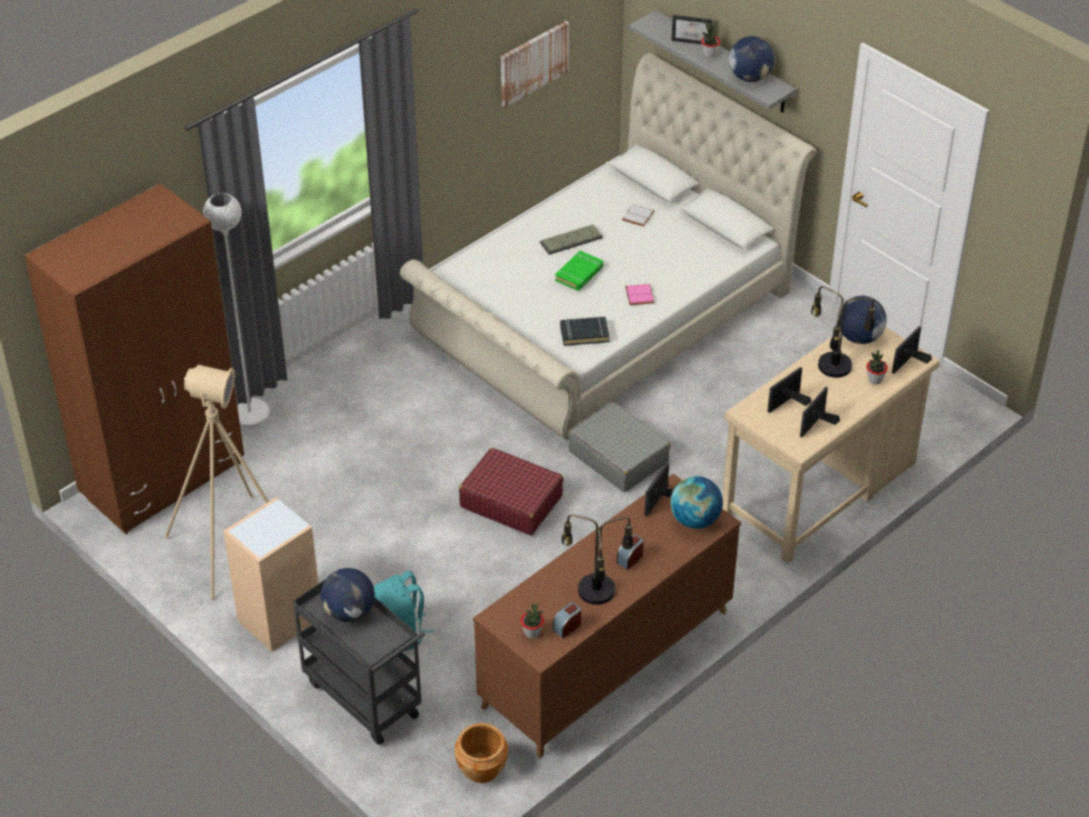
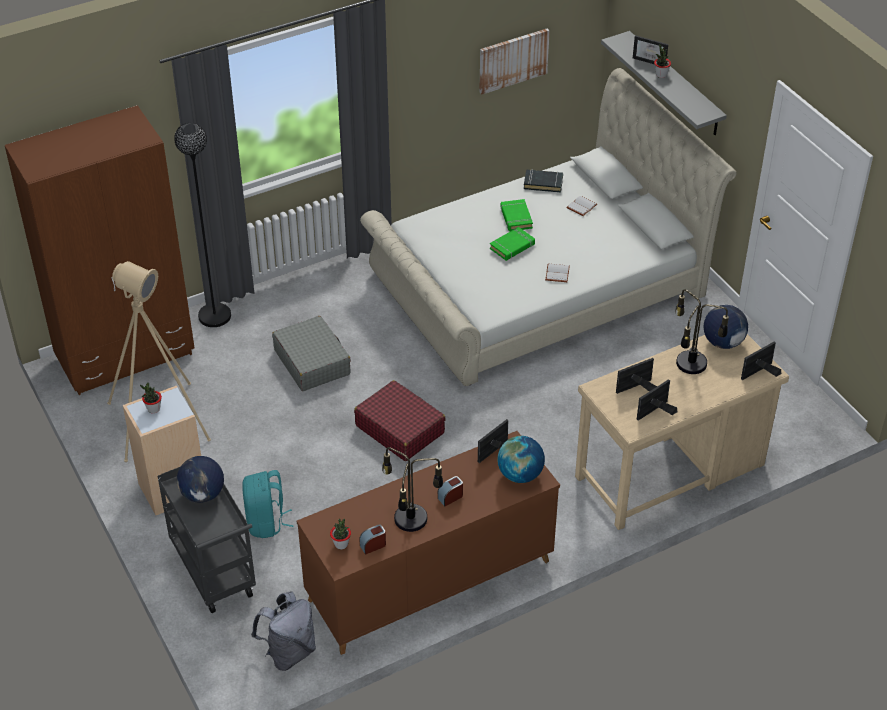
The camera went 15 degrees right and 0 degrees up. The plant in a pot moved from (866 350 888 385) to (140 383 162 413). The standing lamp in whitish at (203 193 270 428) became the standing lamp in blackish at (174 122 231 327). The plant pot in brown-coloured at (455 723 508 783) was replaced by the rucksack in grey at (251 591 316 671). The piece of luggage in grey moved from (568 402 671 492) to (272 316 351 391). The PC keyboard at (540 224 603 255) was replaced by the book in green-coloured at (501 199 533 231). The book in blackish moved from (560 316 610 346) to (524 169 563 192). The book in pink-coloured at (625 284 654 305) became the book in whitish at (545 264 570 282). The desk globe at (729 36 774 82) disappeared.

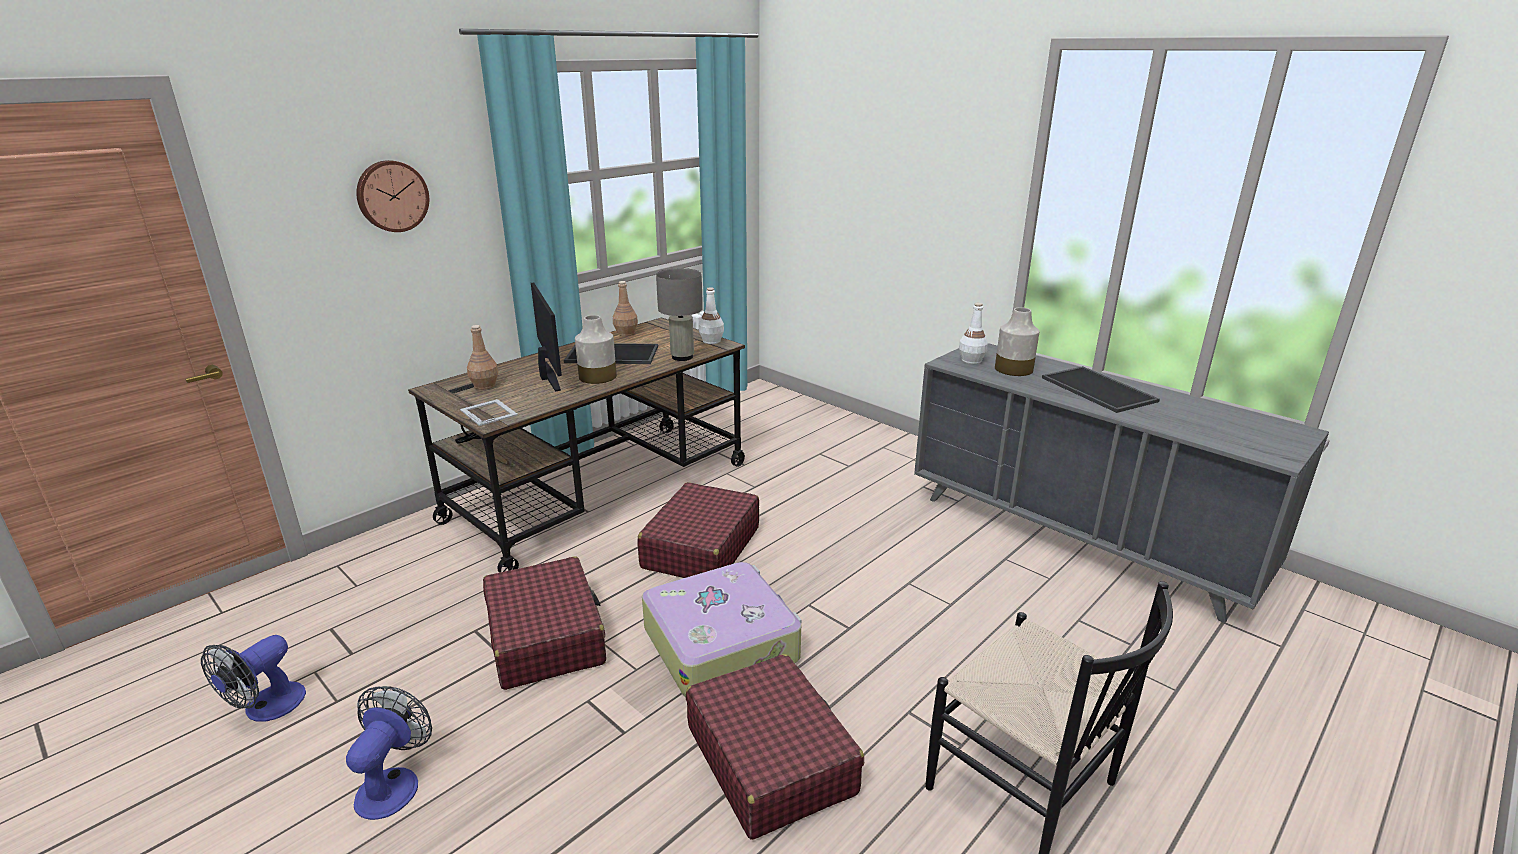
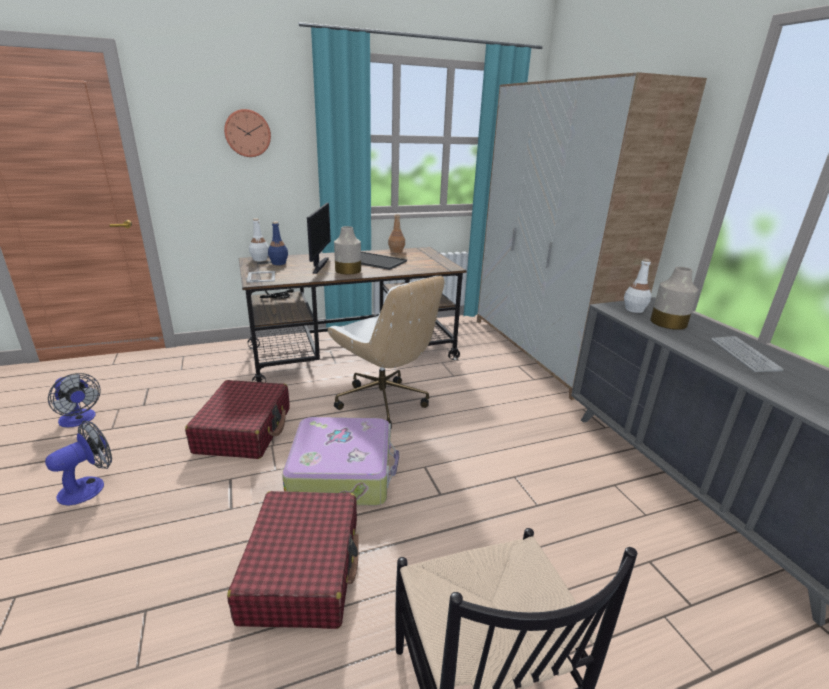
The camera went 25 degrees right and 0 degrees up. The cooling fan at (201 635 306 722) turned 105 degrees counterclockwise. The drink bottle in whitish moved from (699 287 724 344) to (249 218 269 261). The drink bottle in brown-coloured at (467 325 498 390) became the drink bottle in blue-coloured at (268 221 288 265). The piece of luggage in red-coloured at (637 482 759 578) was replaced by the desk chair in whitish at (328 276 444 429). The wardrobe in whitish at (477 72 707 400) appeared. The tray at (1042 366 1160 413) was replaced by the PC keyboard at (711 336 784 372). The table lamp in grey at (656 268 703 361) disappeared.

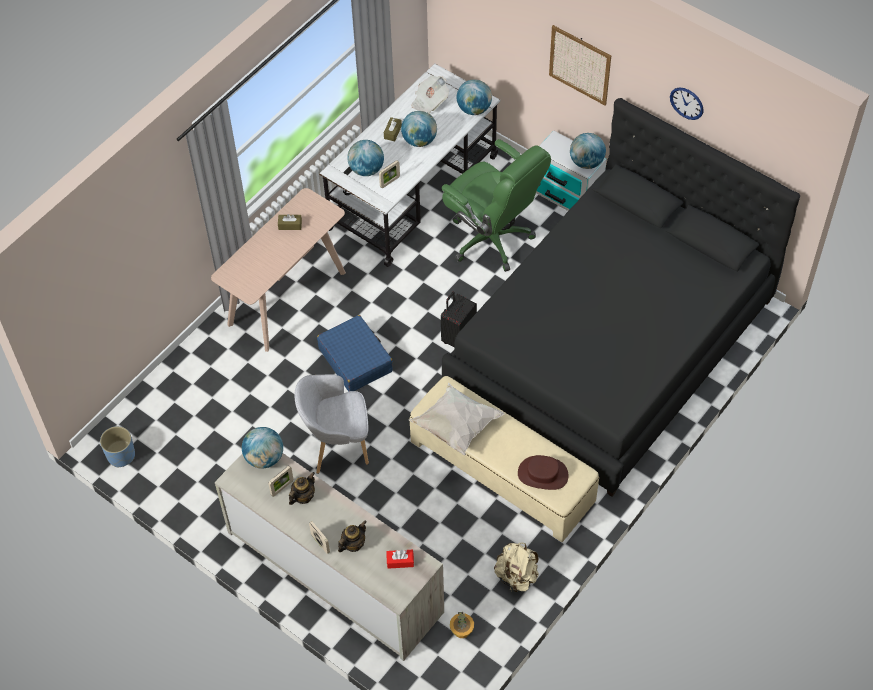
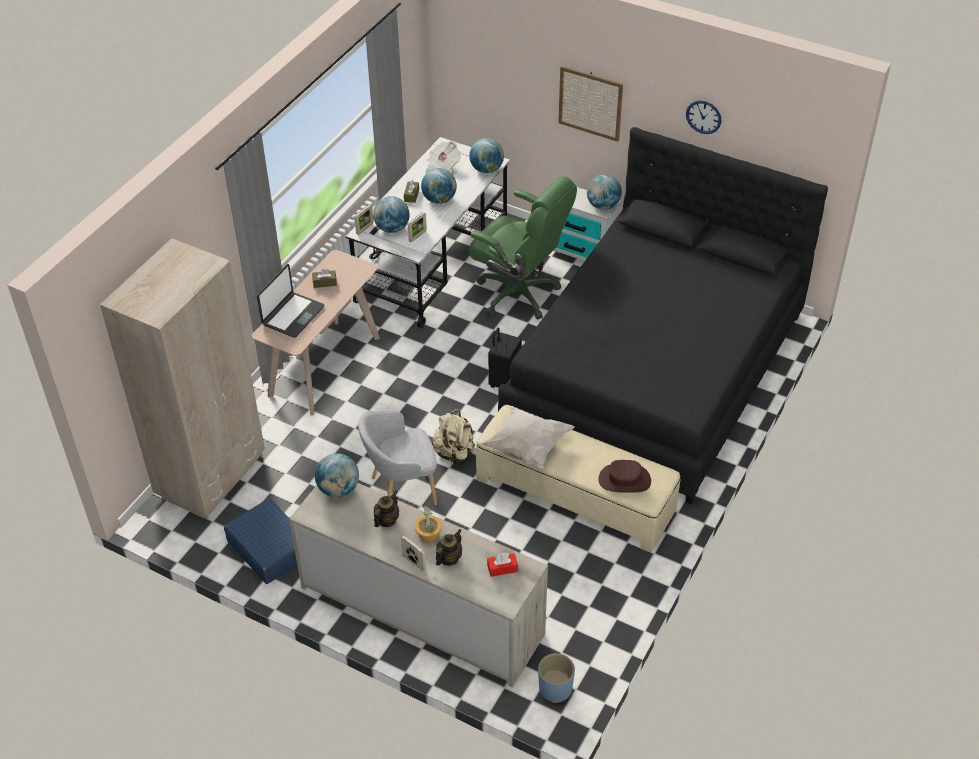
The camera went 10 degrees left and 10 degrees down. The wardrobe in beige at (100 239 265 520) appeared. The piece of luggage in blue-coloured moved from (317 315 393 392) to (224 498 297 584). The notebook computer at (257 264 324 338) appeared. The photo frame moved from (268 466 294 497) to (355 204 374 235). The plant in a pot moved from (450 612 474 638) to (415 506 442 542). The rucksack in beige moved from (494 542 539 593) to (432 409 475 465). The plant pot in blue-coloured moved from (100 426 135 467) to (538 653 575 703).

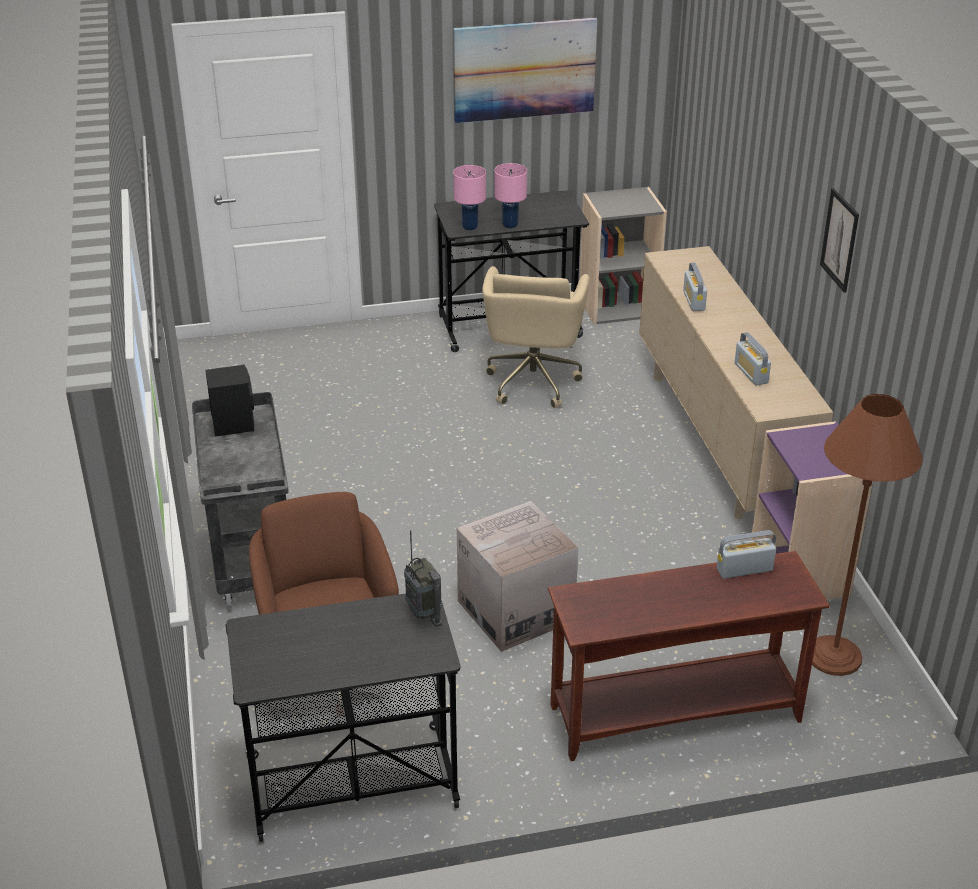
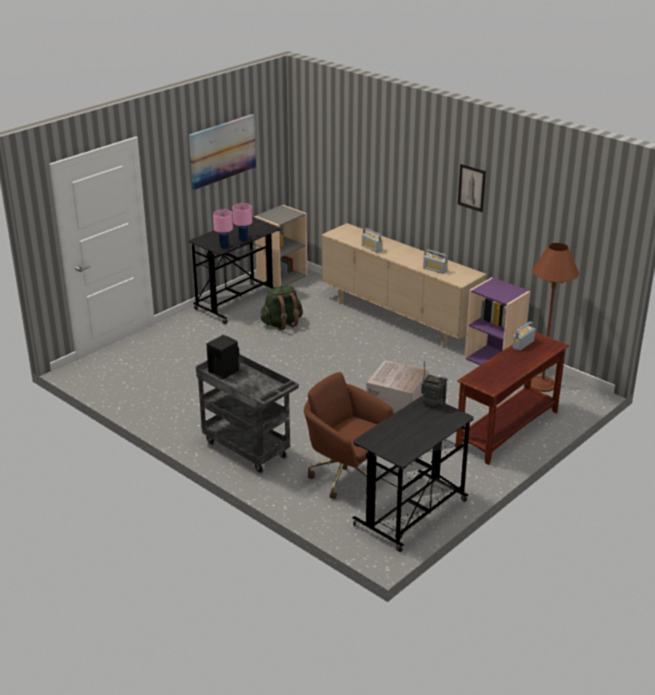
The camera went 35 degrees left and 5 degrees down. The desk chair in beige at (482 266 590 408) was replaced by the rucksack in green-coloured at (261 285 303 330).

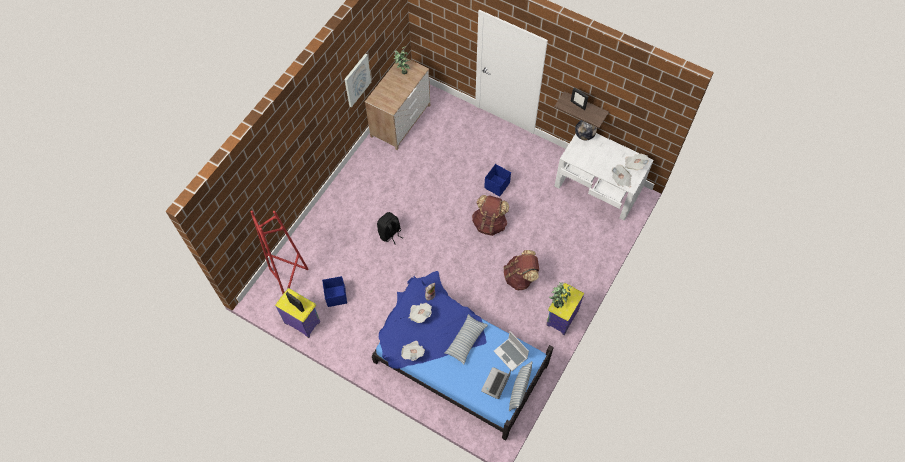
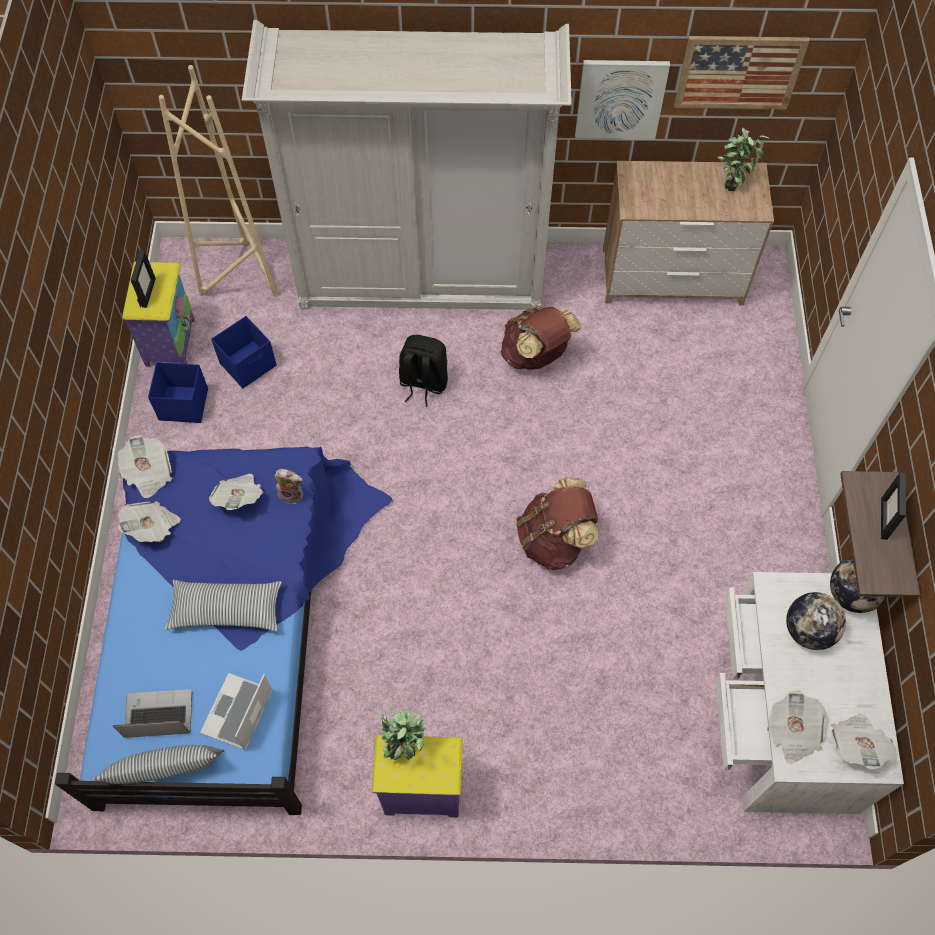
The camera went 60 degrees right and 0 degrees up. The daily paper at (118 435 172 498) appeared. The storage container in blue-coloured moved from (484 164 511 197) to (148 362 208 423). The garment rack in red-coloured at (251 210 308 294) became the garment rack in beige at (159 65 278 297). The wardrobe in whitish at (242 20 572 310) appeared. The rucksack in brown-coloured moved from (504 250 539 290) to (501 306 582 370). The wall art at (674 36 810 110) appeared. The desk globe at (786 592 846 650) appeared.

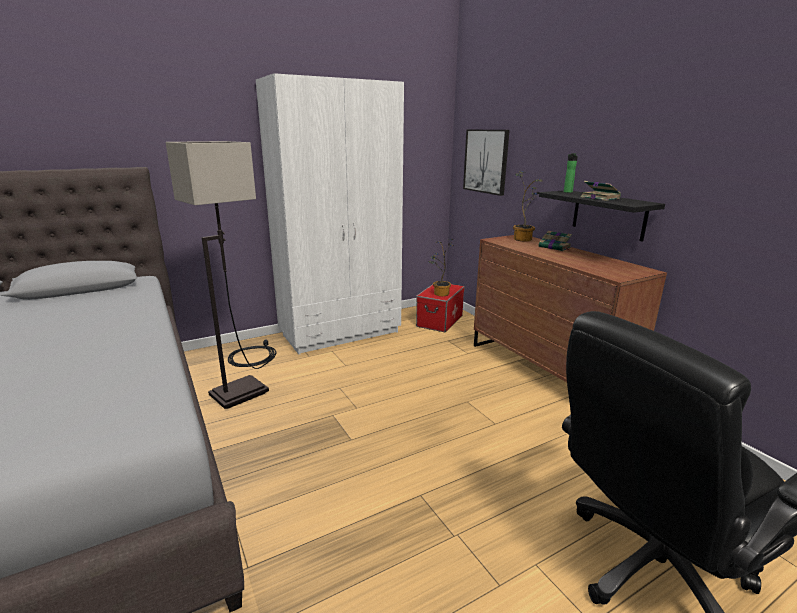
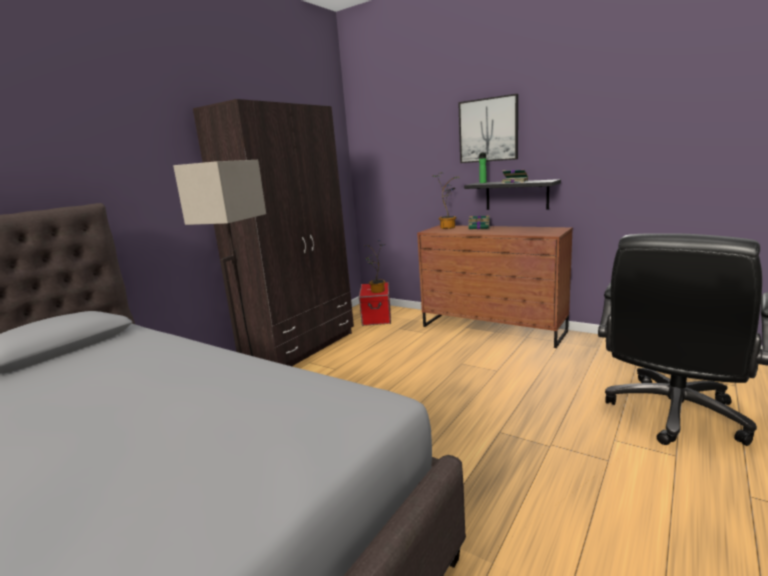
The camera went 25 degrees left and 5 degrees down. The wardrobe in whitish at (256 73 404 354) became the wardrobe in brown-coloured at (193 99 354 366). The wall art moved from (463 129 510 196) to (458 94 518 163).

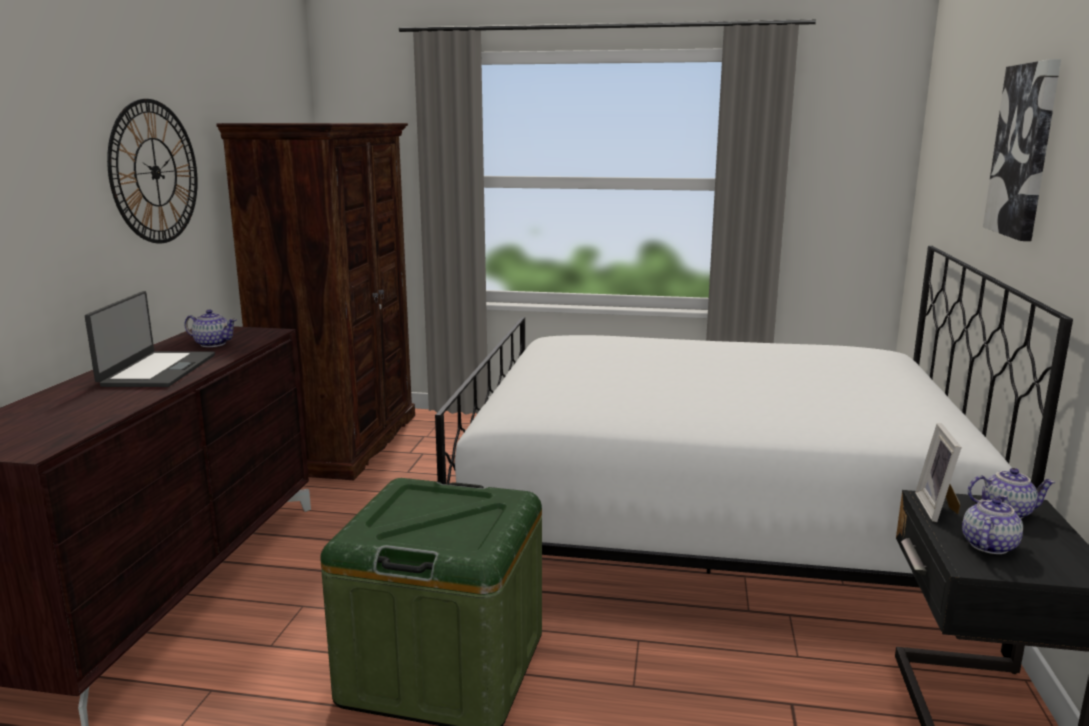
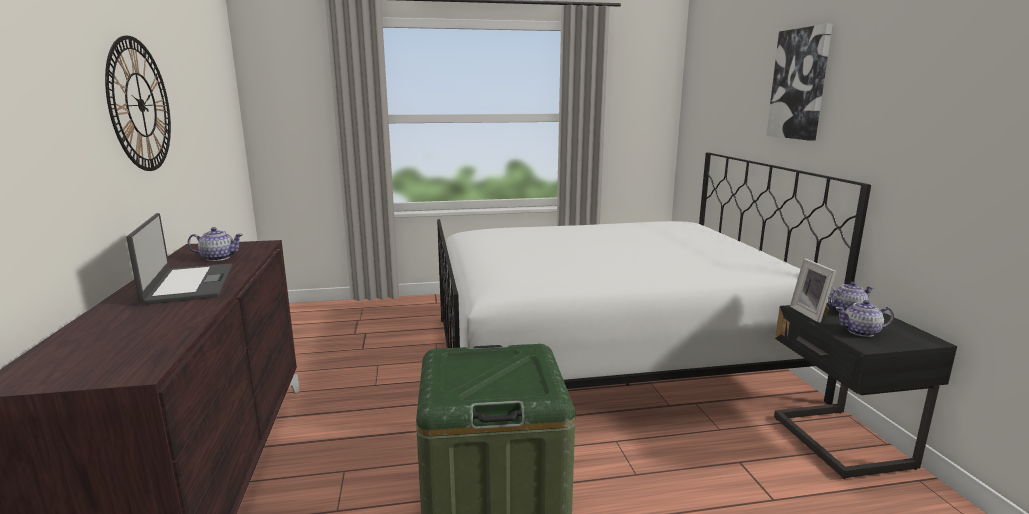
The camera went 20 degrees left and 0 degrees up. The pot for tea at (962 495 1023 554) turned 105 degrees counterclockwise. The wardrobe in brown-coloured at (216 123 415 480) disappeared.

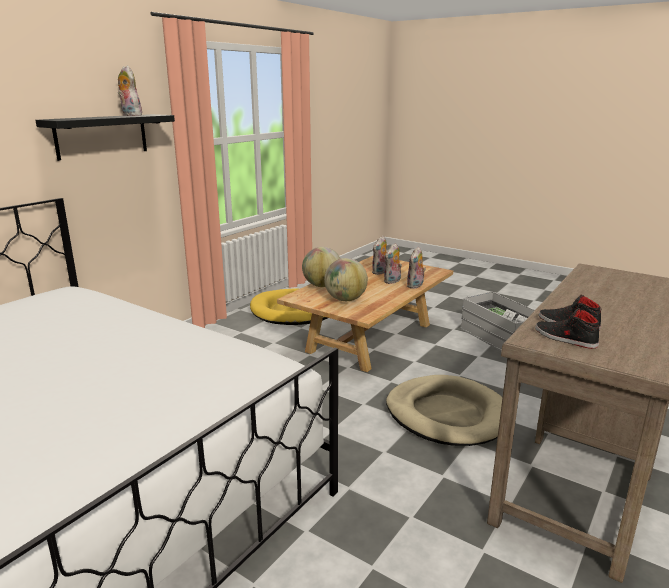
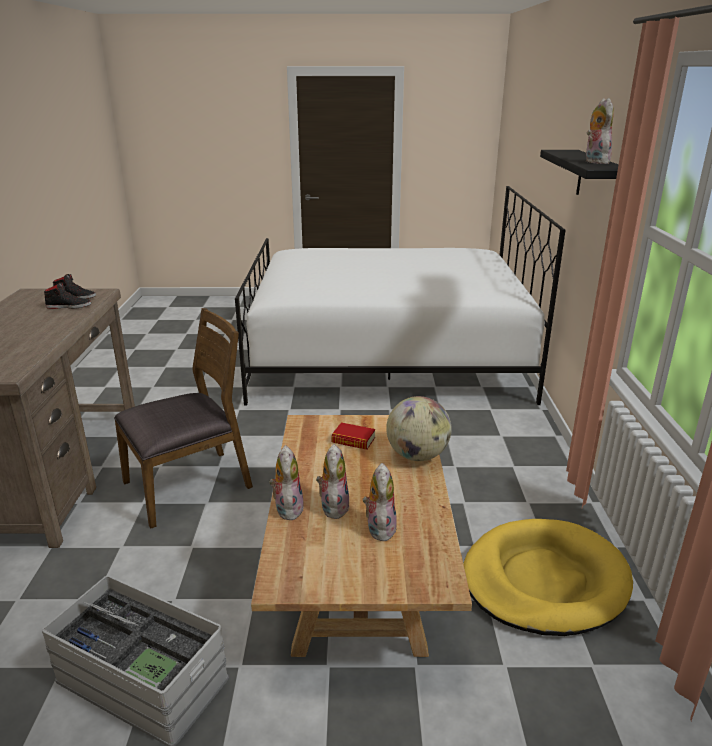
The camera went 145 degrees right and 5 degrees up. The dog cushion in beige at (386 375 503 446) was replaced by the upright chair in brown-coloured at (114 308 253 529). The desk globe at (324 258 368 301) was replaced by the book at (331 422 375 450). The cuddly toy at (118 66 142 116) turned 105 degrees counterclockwise.

